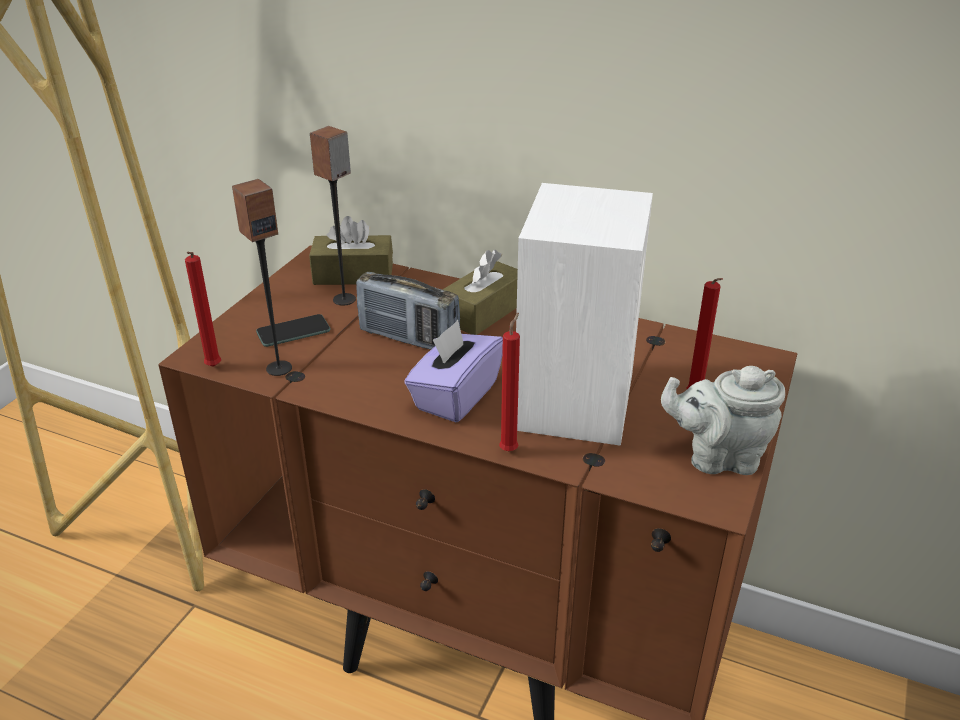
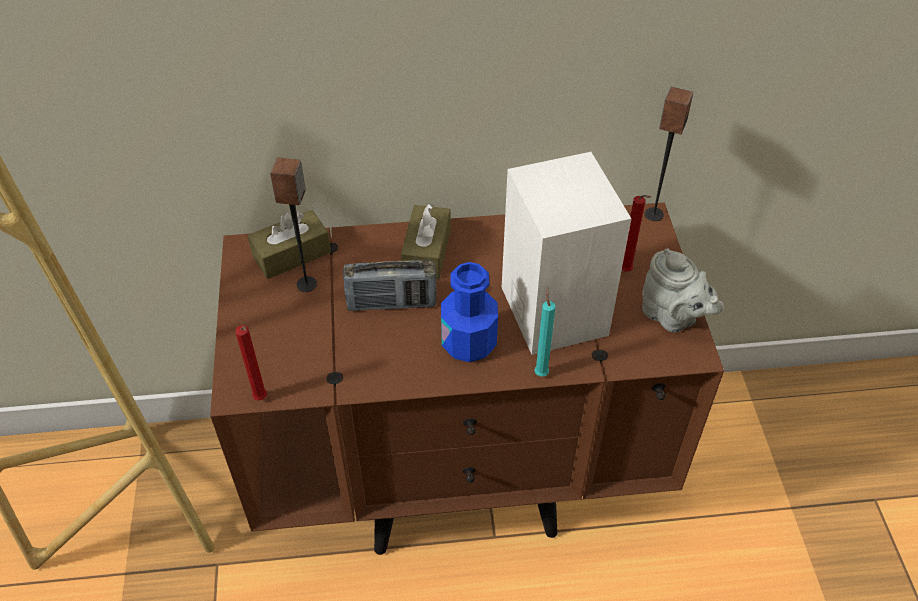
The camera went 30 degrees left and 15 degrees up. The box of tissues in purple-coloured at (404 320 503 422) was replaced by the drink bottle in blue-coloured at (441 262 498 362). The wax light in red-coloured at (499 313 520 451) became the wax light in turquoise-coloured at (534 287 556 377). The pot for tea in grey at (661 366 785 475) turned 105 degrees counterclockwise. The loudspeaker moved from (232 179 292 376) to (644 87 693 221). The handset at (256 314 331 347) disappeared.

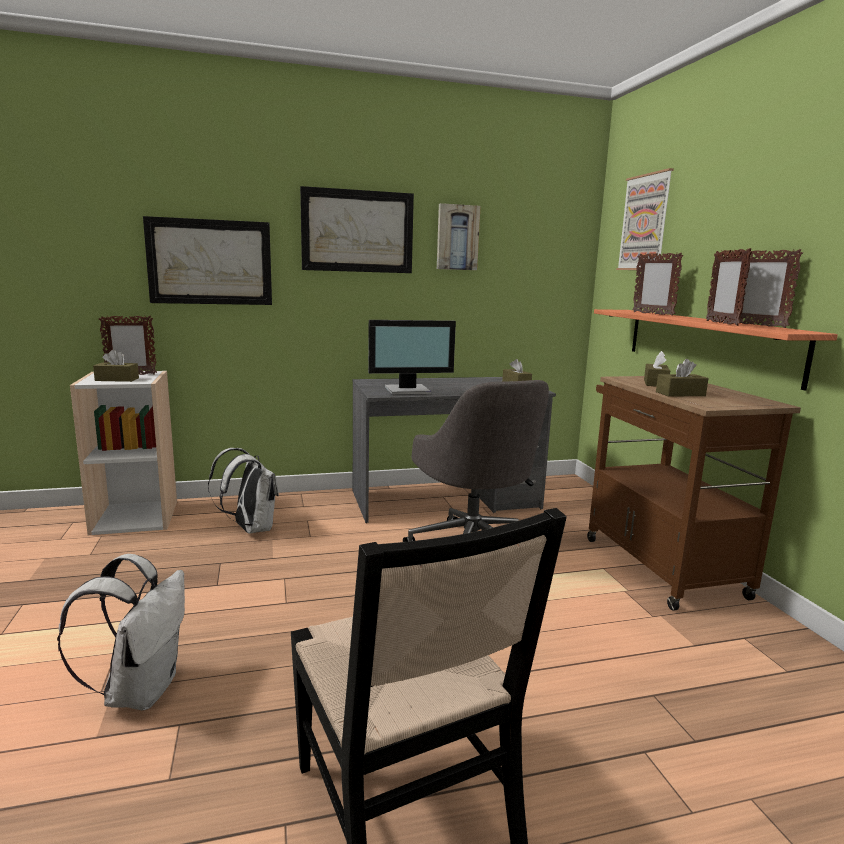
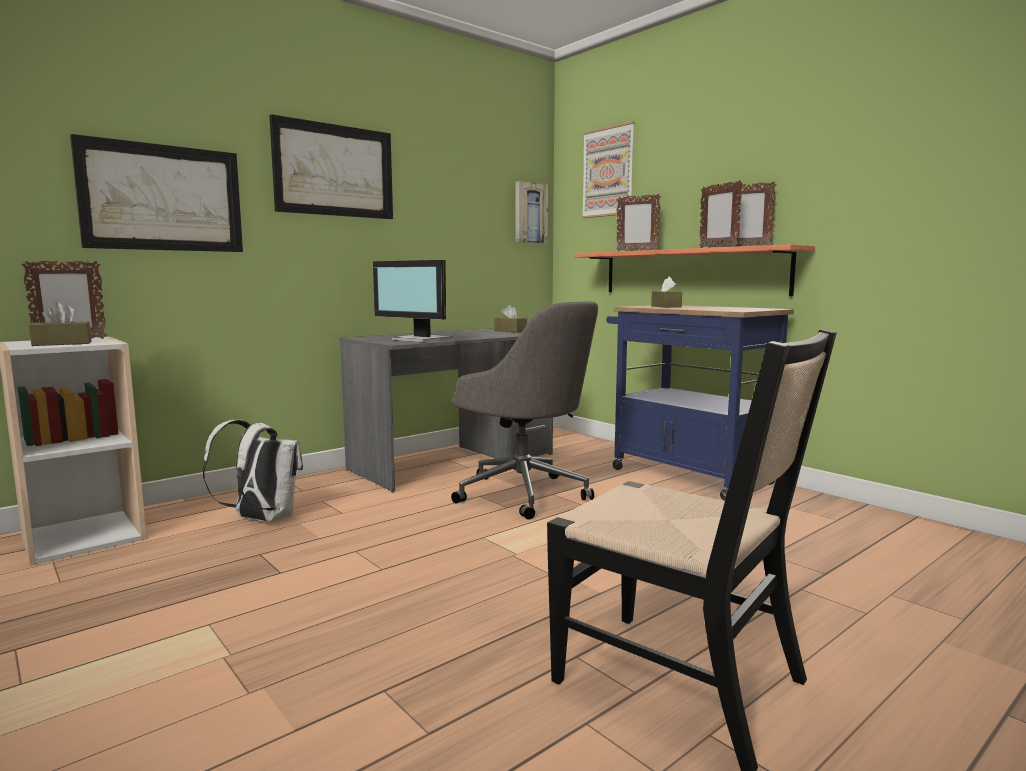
The camera went 25 degrees left and 5 degrees down. The computer screen at (368 320 456 395) turned 75 degrees clockwise. The wall art moved from (437 203 480 270) to (515 181 548 243). The cart in brown-coloured at (587 376 801 611) became the cart in blue-coloured at (606 305 794 501). The rucksack in whitish at (57 554 185 710) disappeared. The box of tissues in brown-coloured at (656 359 709 397) disappeared.

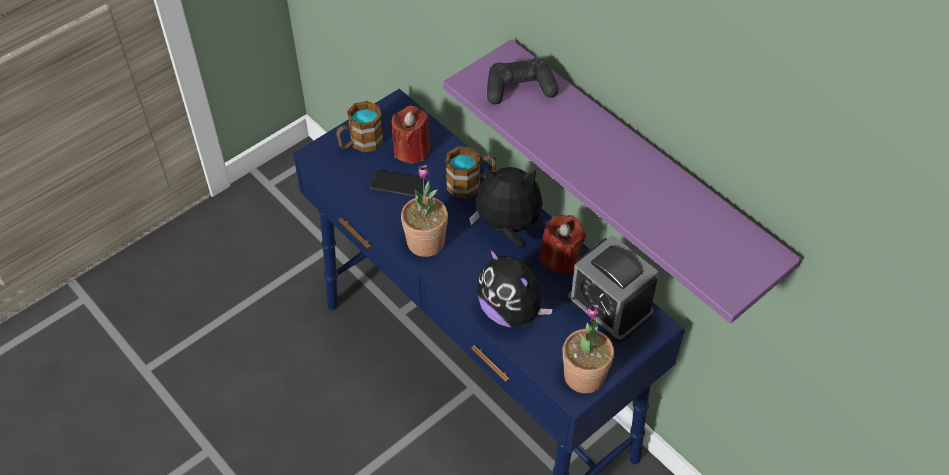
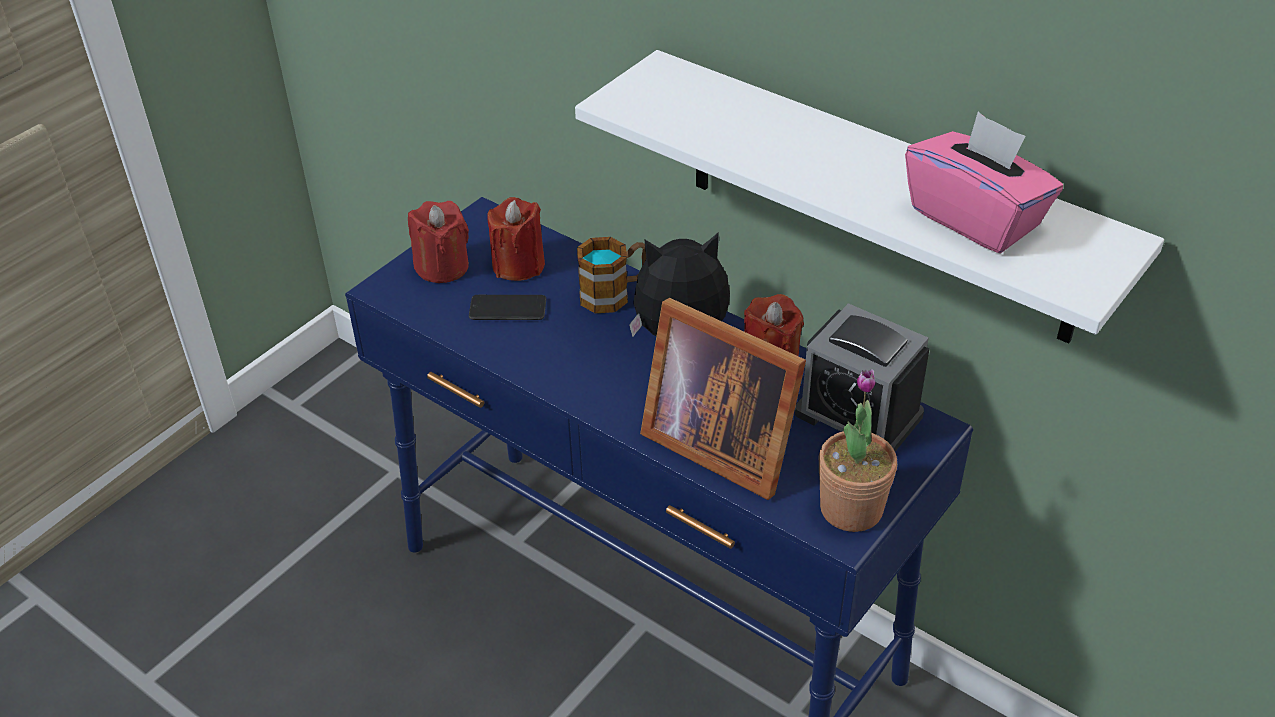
The camera went 10 degrees left and 10 degrees down. The tea mug at (336 101 384 152) was replaced by the wax light in red-coloured at (408 201 469 283). The bracket shelf in purple-coloured at (443 39 802 324) became the bracket shelf in whitish at (575 50 1164 344). The cuddly toy at (476 248 553 328) was replaced by the photo frame at (640 298 806 500). The box of tissues in pink-coloured at (905 112 1063 253) appeared. The plant in a pot at (401 165 448 257) disappeared. The joypad in blackish at (487 58 559 104) disappeared.

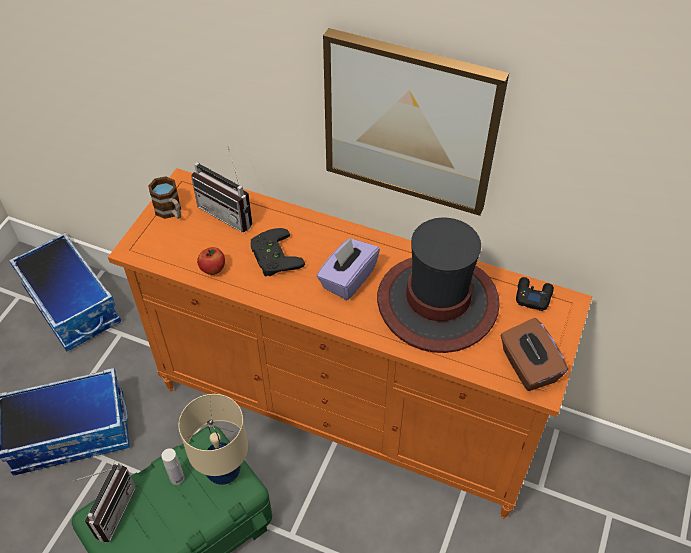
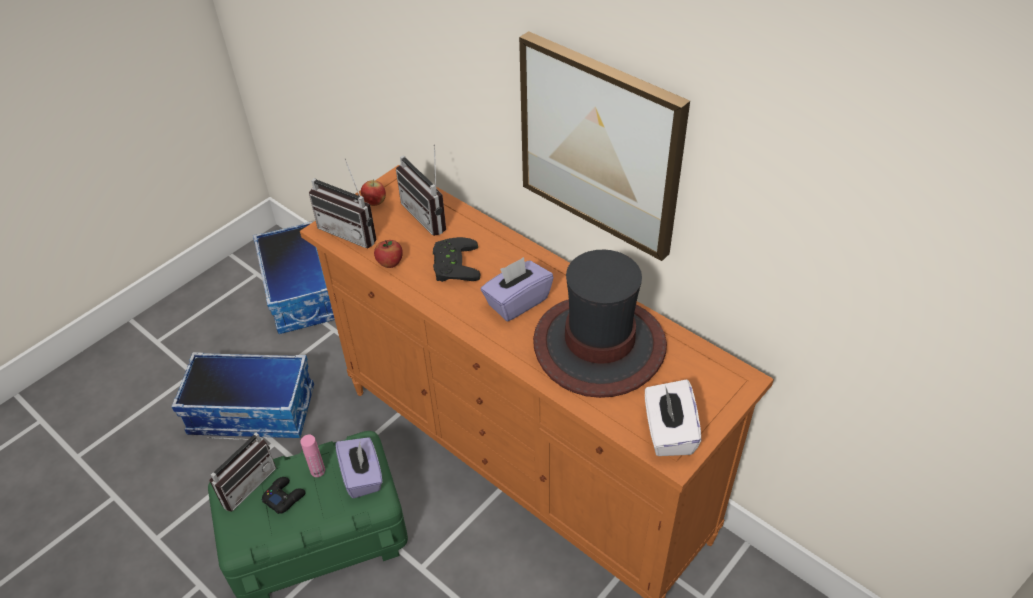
The camera went 20 degrees right and 5 degrees down. The joypad in blackish moved from (516 277 554 311) to (261 477 306 514). The drink bottle in whitish at (161 448 184 485) became the drink bottle in pink-coloured at (300 435 325 477). The radio receiver at (309 159 377 248) appeared. The table lamp in beige at (179 394 248 485) was replaced by the box of tissues in purple-coloured at (335 437 383 498). The tea mug at (148 176 181 219) was replaced by the whole apple at (361 179 386 206). The box of tissues in brown-coloured at (500 318 568 391) became the box of tissues in whitish at (645 379 701 456).

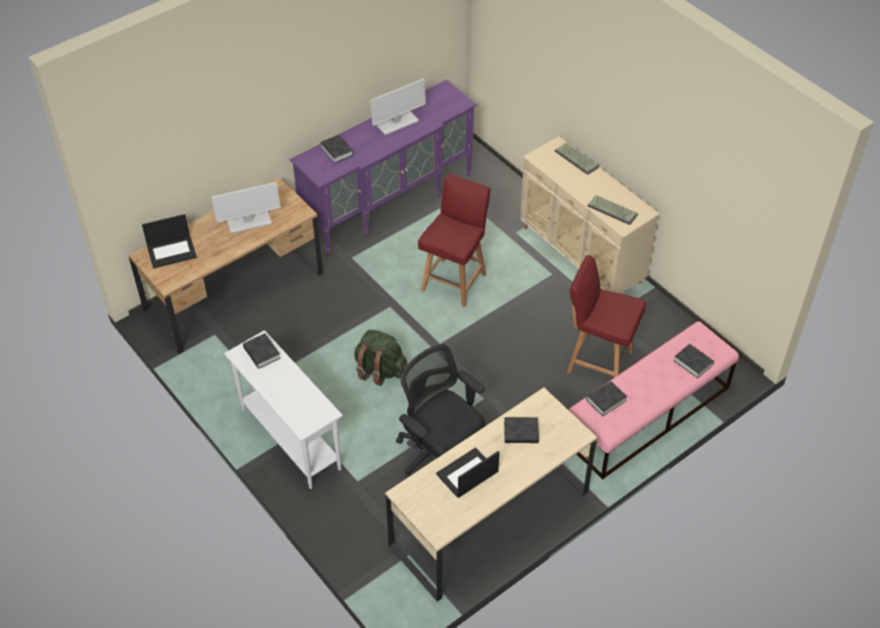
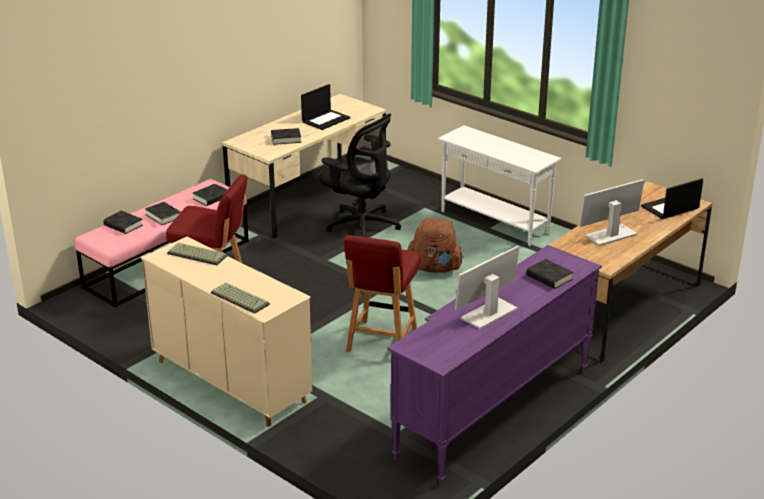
The camera went 170 degrees right and 20 degrees down. The book in blackish moved from (243 333 281 369) to (145 202 181 225). The rucksack in green-coloured at (354 330 407 386) became the rucksack in brown-coloured at (408 218 464 273).

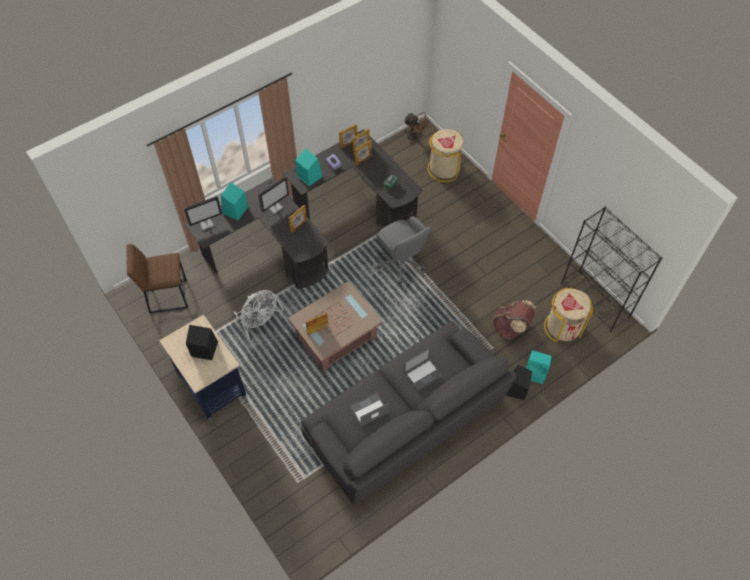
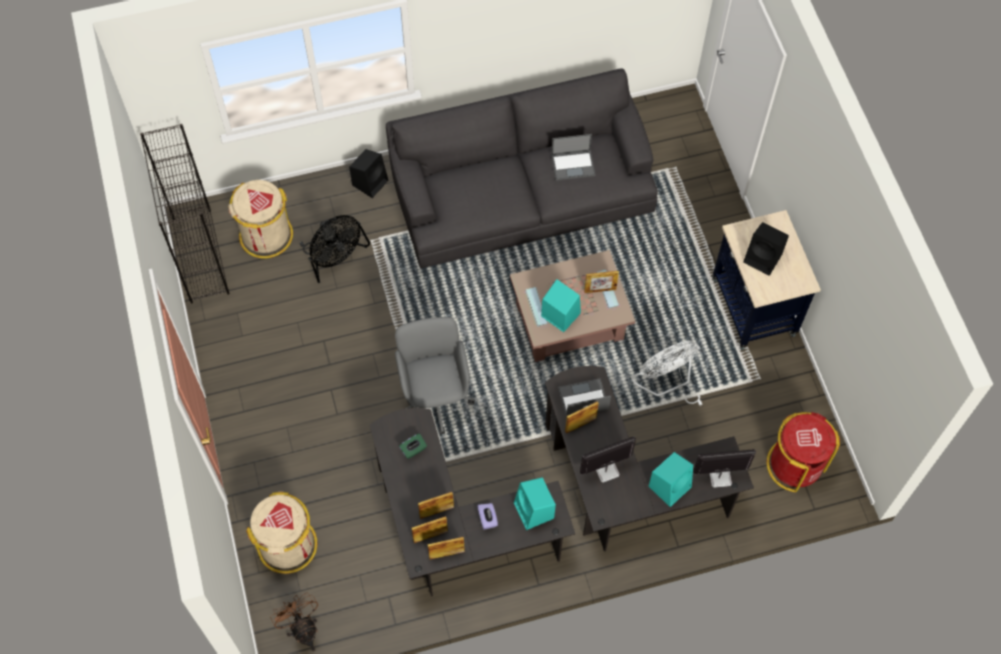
The camera went 160 degrees left and 5 degrees up. The rucksack in brown-coloured at (493 300 536 339) was replaced by the cooling fan in blackish at (300 215 370 283). The loudspeaker in turquoise-coloured moved from (526 350 552 384) to (541 279 581 332). The notebook computer moved from (404 348 443 391) to (558 378 611 418). The upright chair in brown-coloured at (127 244 188 313) was replaced by the trash can in red-coloured at (767 412 840 492).

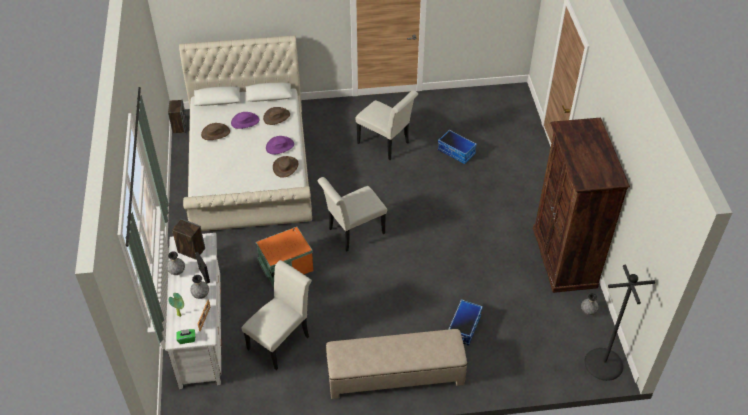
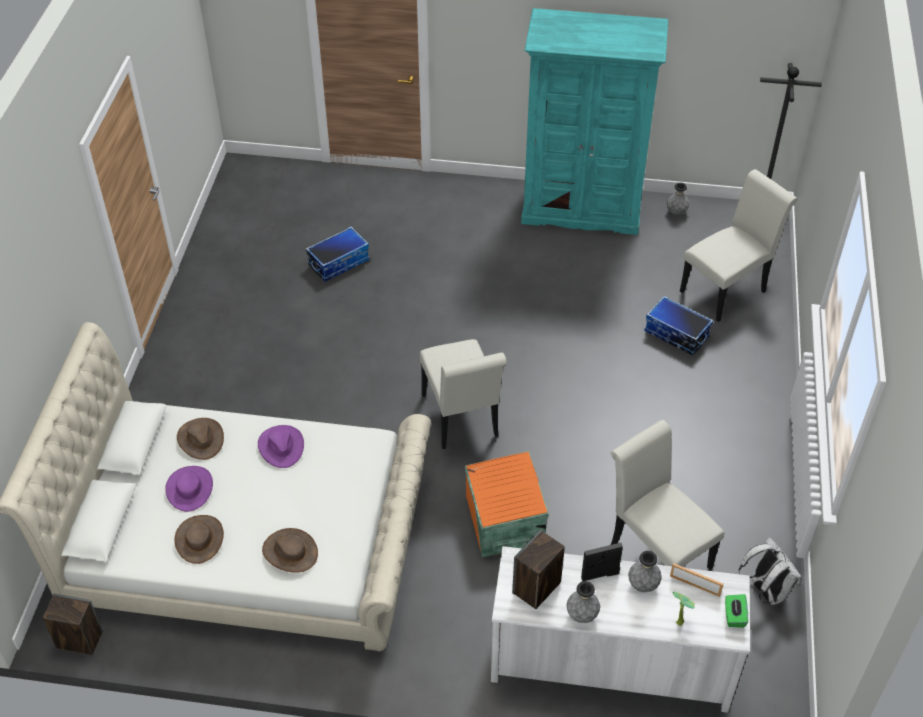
The camera went 75 degrees left and 0 degrees up. The clothing hat in brown-coloured moved from (273 156 298 178) to (262 528 318 573). The wardrobe in brown-coloured at (533 118 630 293) became the wardrobe in turquoise-coloured at (521 8 668 235). The upright chair in whitish moved from (356 90 418 160) to (680 169 798 322). The rucksack in whitish at (739 537 802 605) appeared. The bench in beige at (326 329 467 399) disappeared.

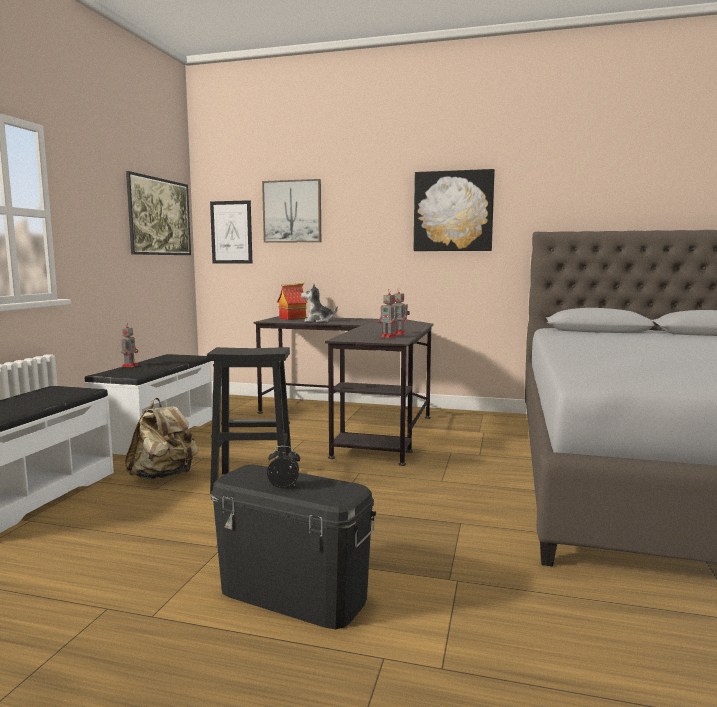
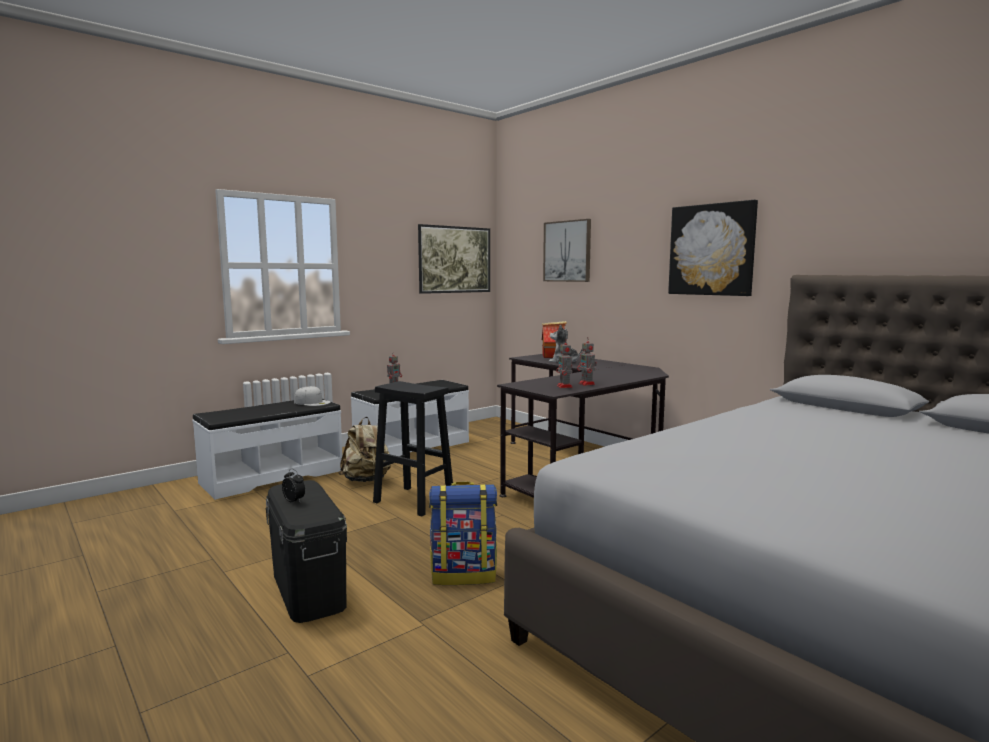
The camera went 35 degrees right and 0 degrees up. The baseball cap in whitish at (294 386 330 406) appeared. The rucksack at (429 481 497 585) appeared. The wall art at (210 200 252 264) disappeared.

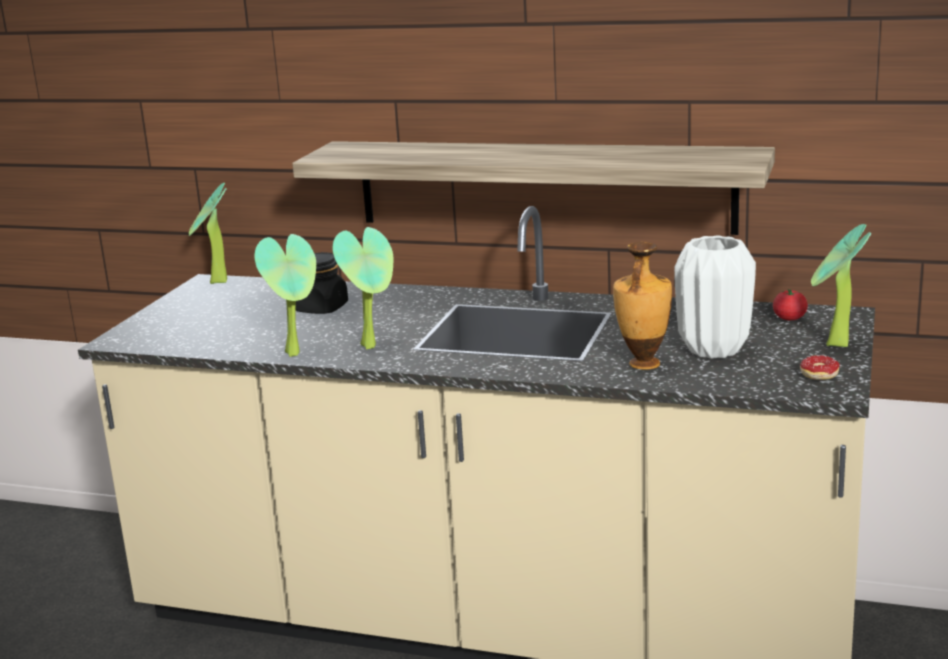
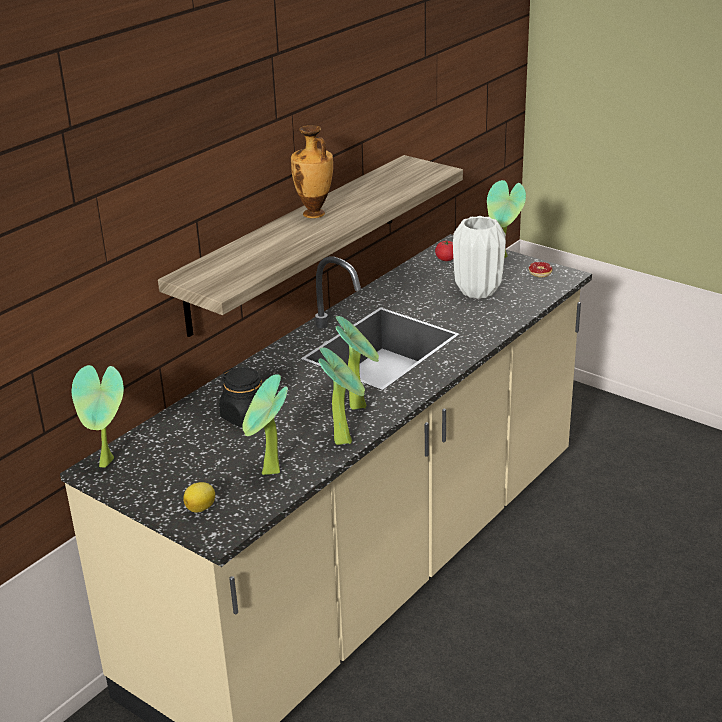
The camera went 70 degrees left and 10 degrees up. The whole lemon at (183 482 215 513) appeared. The plant in a pot at (242 374 288 475) appeared. The decorative vase moved from (613 242 672 370) to (291 125 333 218).

